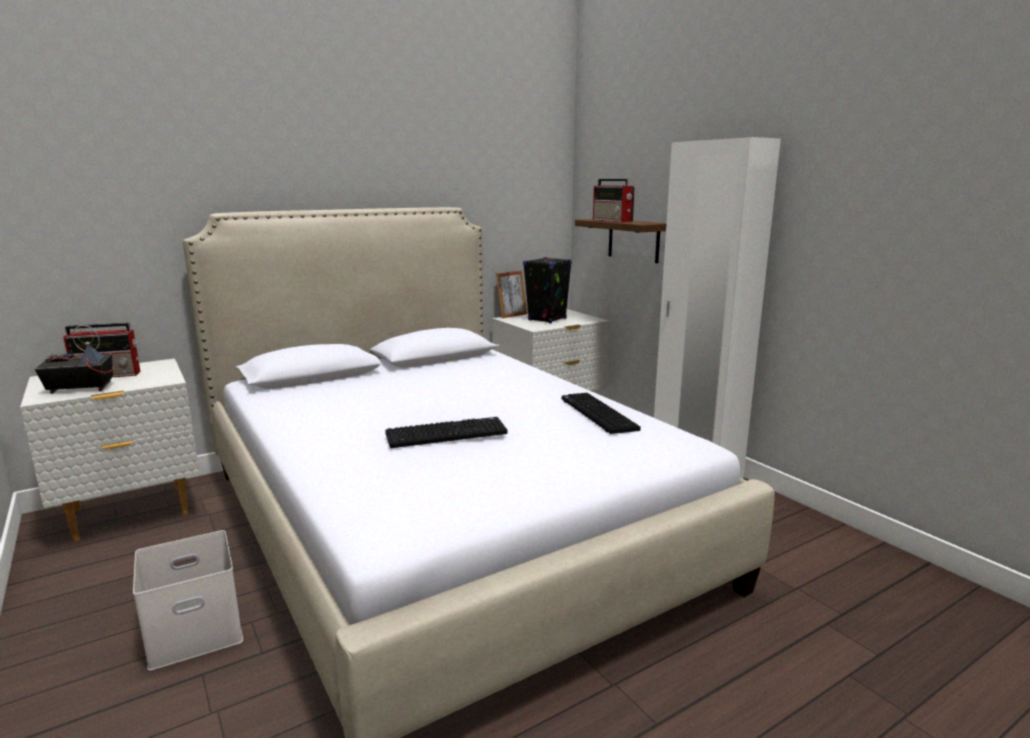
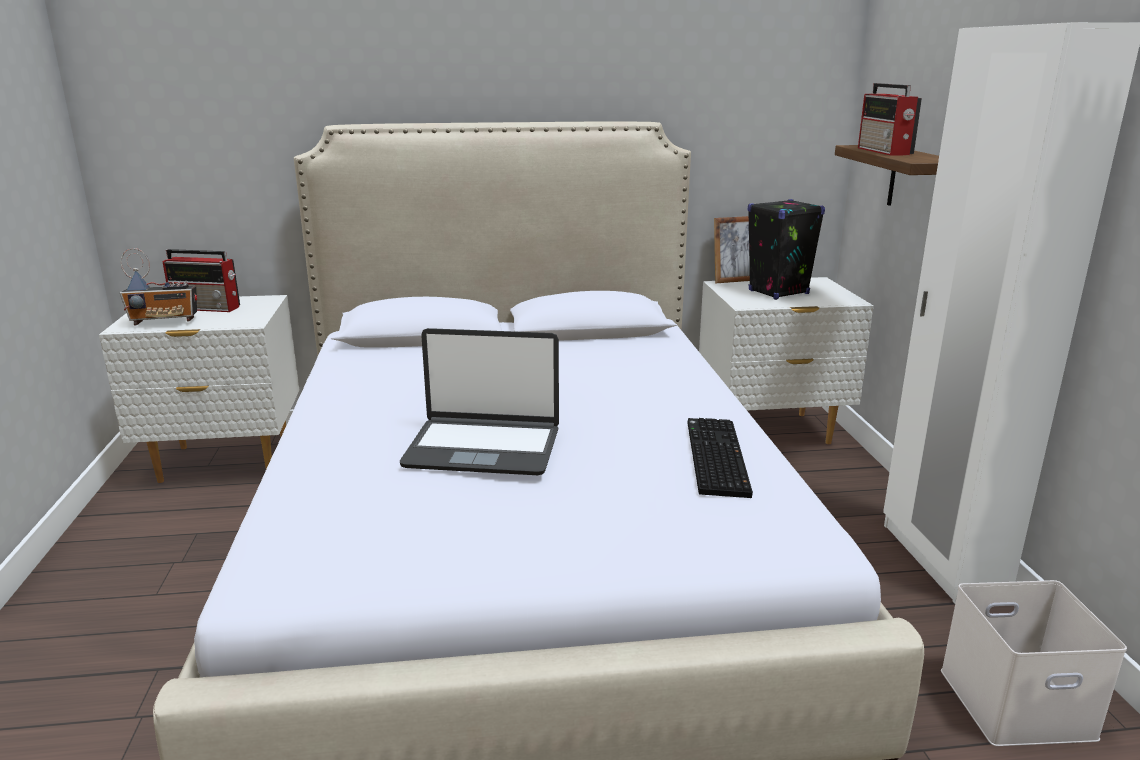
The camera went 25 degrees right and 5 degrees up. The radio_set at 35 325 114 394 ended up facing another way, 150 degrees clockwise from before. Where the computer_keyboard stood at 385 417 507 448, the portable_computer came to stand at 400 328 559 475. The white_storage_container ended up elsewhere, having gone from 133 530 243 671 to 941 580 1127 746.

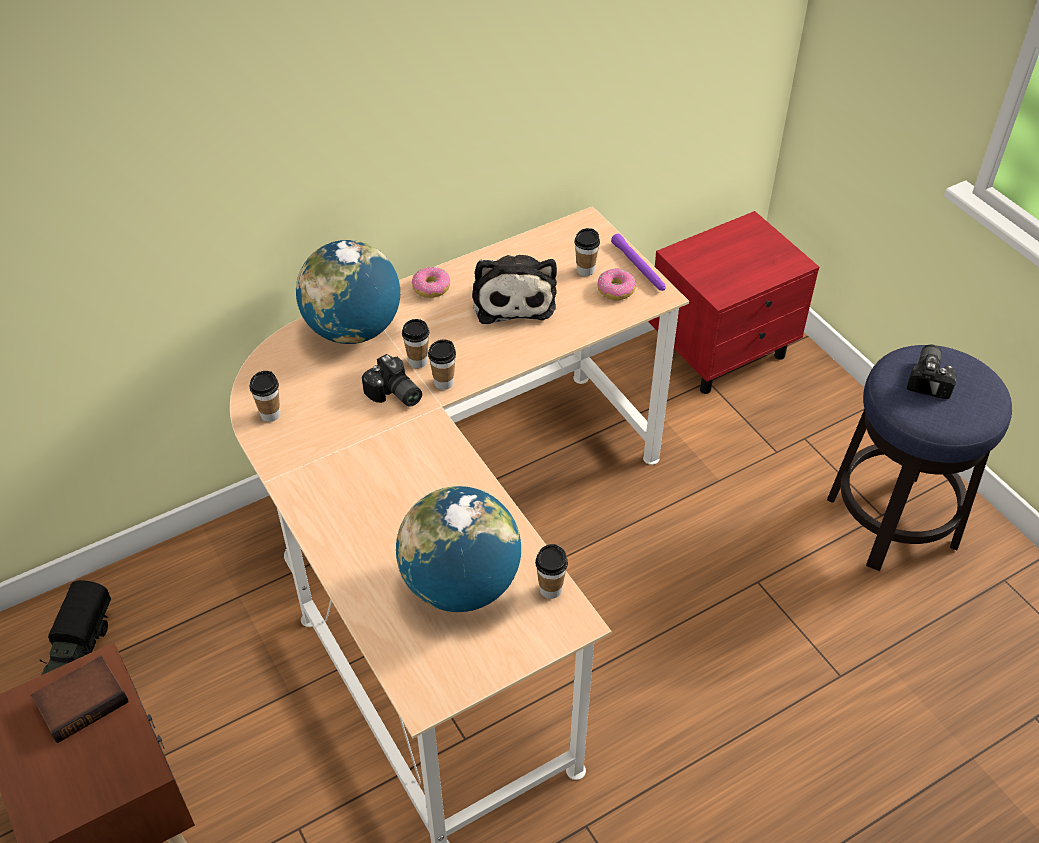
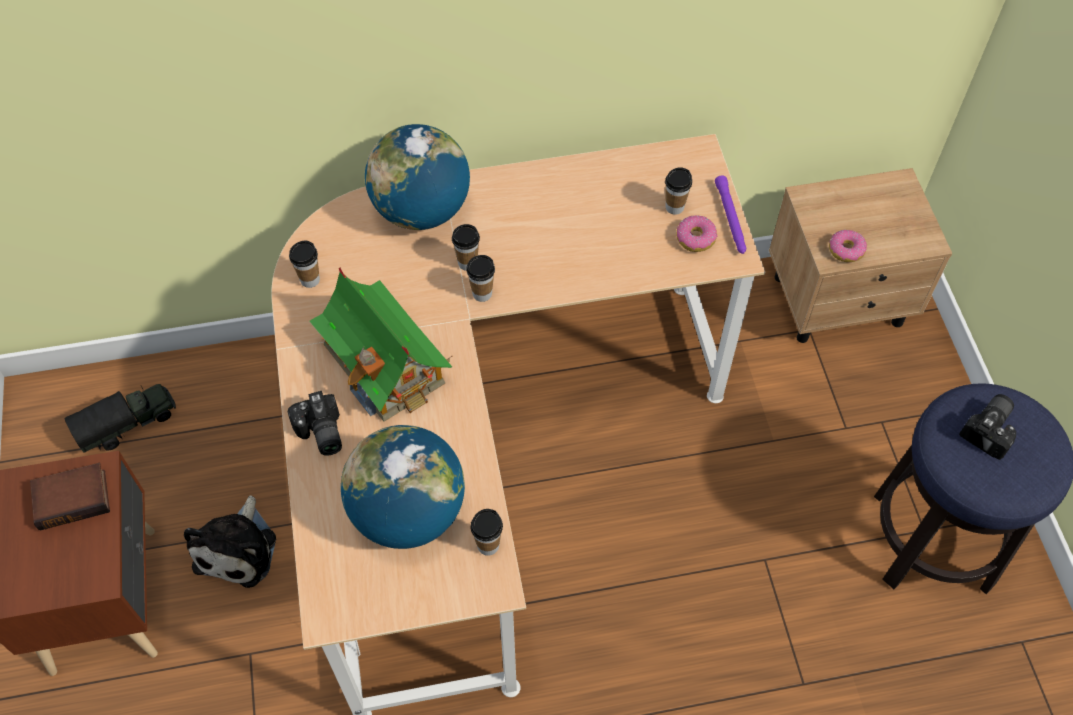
The camera went 20 degrees right and 10 degrees up. The model_truck at 40 580 111 675 ended up facing another way, 150 degrees counterclockwise from before. The cuddly_toy ended up elsewhere, having gone from 472 255 557 324 to 184 495 276 588. The still_camera ended up elsewhere, having gone from 362 354 422 407 to 288 391 342 456. The second view gained the miniature_house at 309 268 452 422. What was the red-coloured_bedside_table at 649 211 819 394 turned into the beige_bedside_table at 769 168 952 343. The doughnut ended up elsewhere, having gone from 412 267 450 298 to 829 230 867 262.

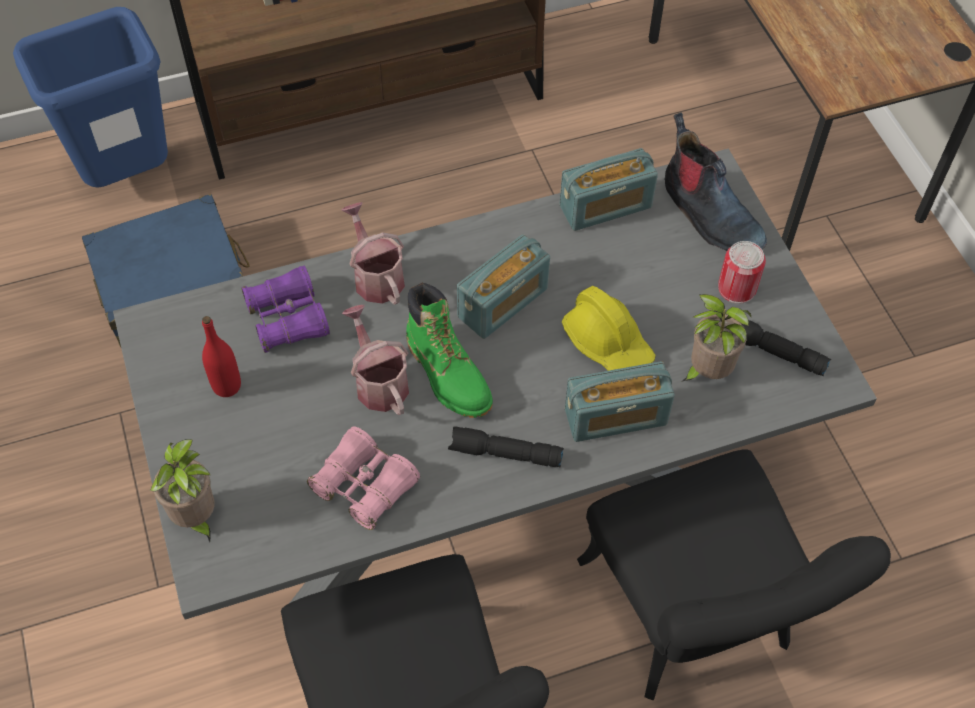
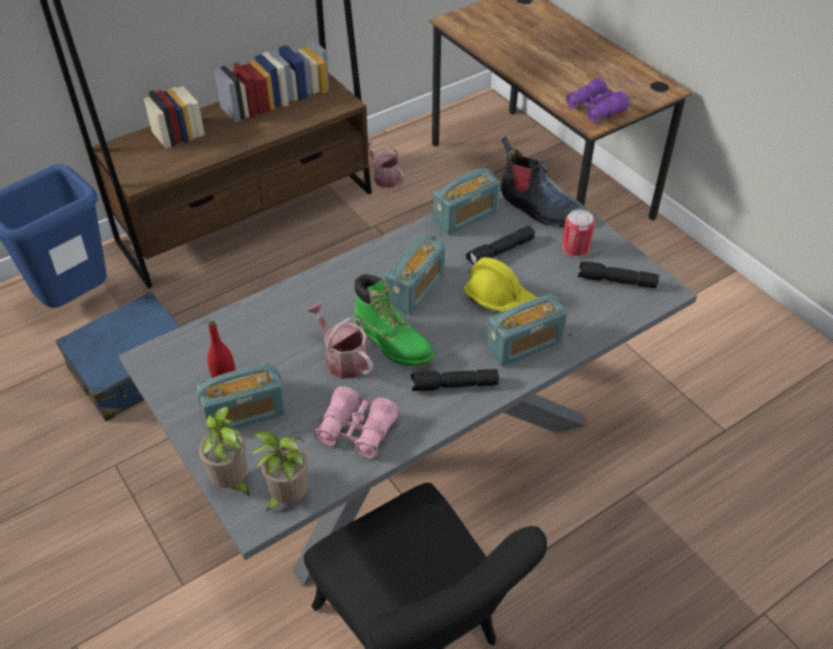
The camera went 15 degrees left and 10 degrees down. The second view gained the radio_set at 196 362 286 433. The plant_in_a_pot ended up elsewhere, having gone from 681 294 752 382 to 248 431 308 511. The sprinkling_can ended up elsewhere, having gone from 341 202 405 305 to 368 141 404 188. The second view gained the black_hand_torch at 466 226 535 265. The purple_pair_of_binoculars ended up elsewhere, having gone from 241 266 330 353 to 566 78 629 123. The second view lost the black_plain_chair at 577 449 891 700.

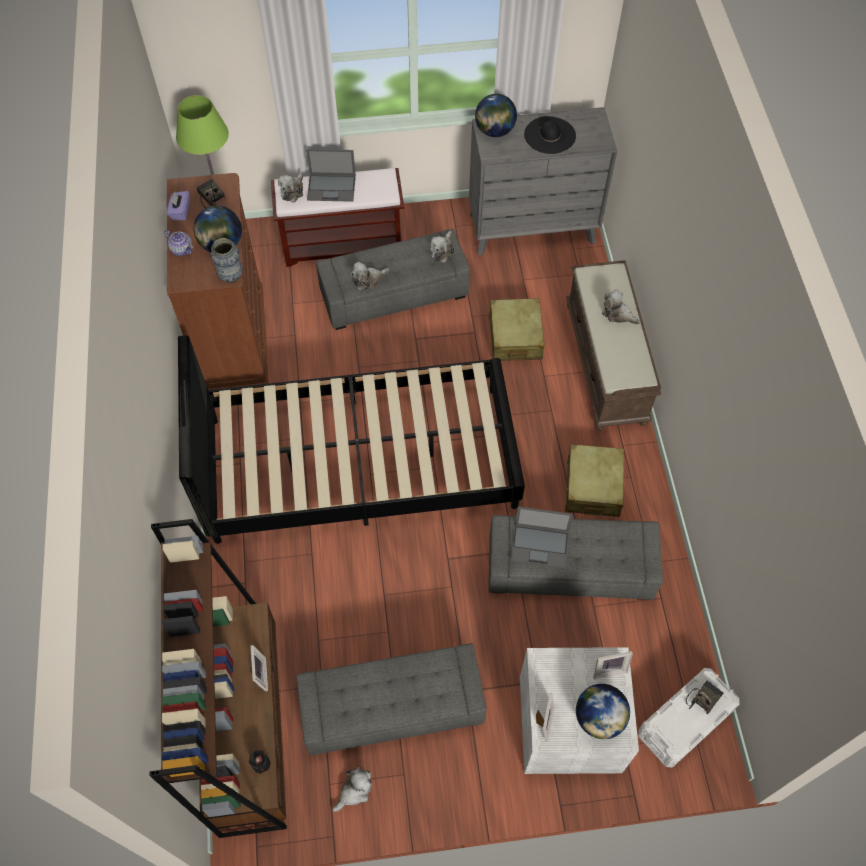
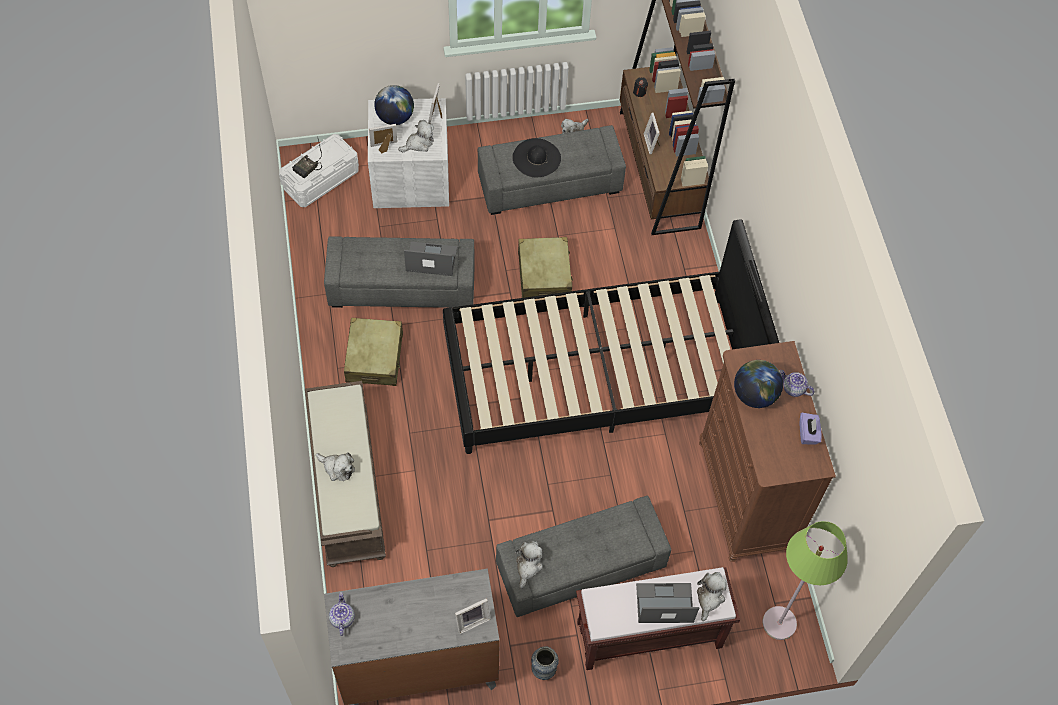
The camera went 175 degrees right and 0 degrees up. The second view gained the teapot at 329 592 355 636. The cuddly_toy ended up elsewhere, having gone from 351 262 390 291 to 398 120 434 152. Where the desk_globe stood at 475 94 517 137, the standing_frame came to stand at 455 598 490 634. The black_wearable_hat ended up elsewhere, having gone from 524 116 576 154 to 512 138 561 177. The beige_suitcase ended up elsewhere, having gone from 488 298 545 361 to 518 237 573 298. The vase ended up elsewhere, having gone from 211 238 243 283 to 531 646 559 680. The second view lost the radio_set at 196 179 226 208.

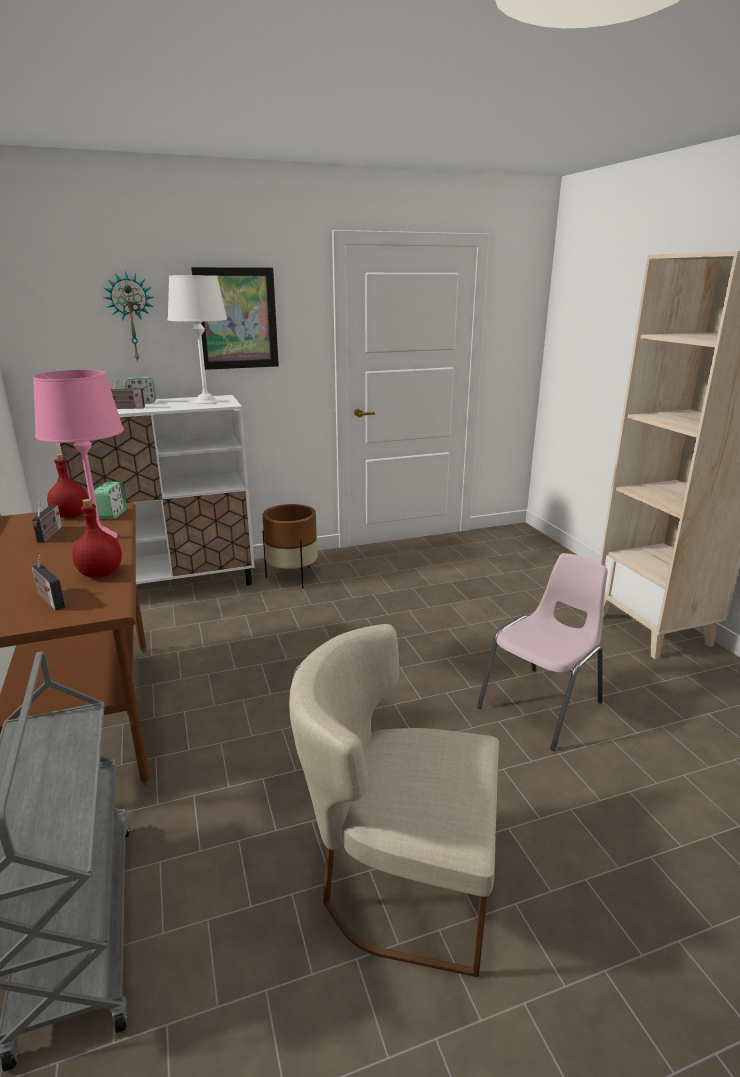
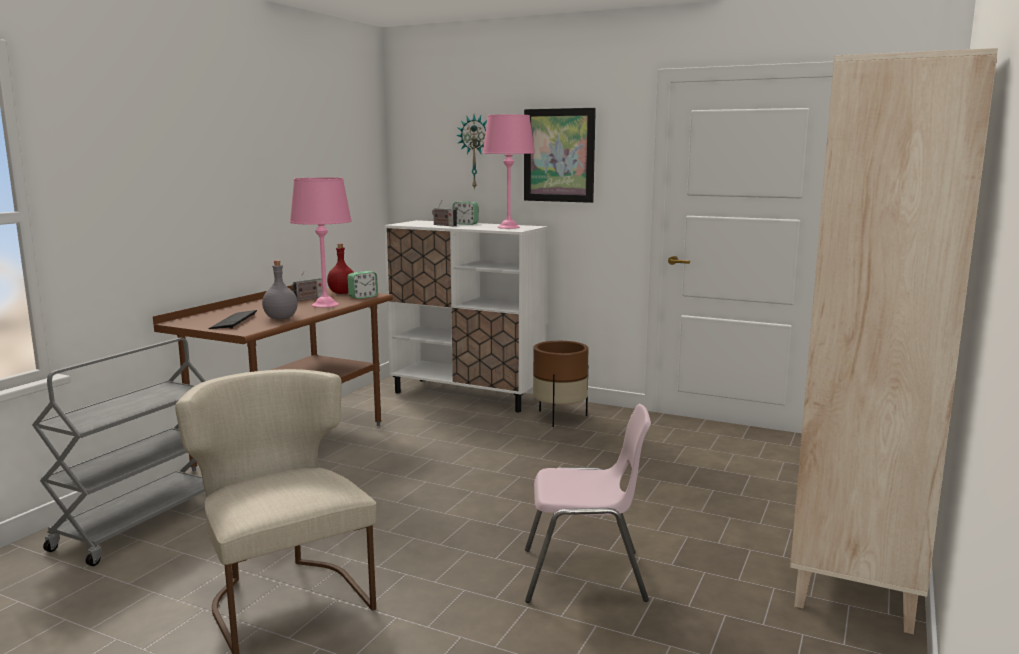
The camera went 45 degrees right and 10 degrees down. Where the radio_set stood at 32 555 65 611, the computer_keyboard came to stand at 208 310 257 329. What was the red-coloured_beverage_bottle at 72 499 122 578 turned into the gray_beverage_bottle at 262 260 298 319. What was the white_tabletop_lamp at 168 275 227 404 turned into the pink-coloured_tabletop_lamp at 483 114 535 229.

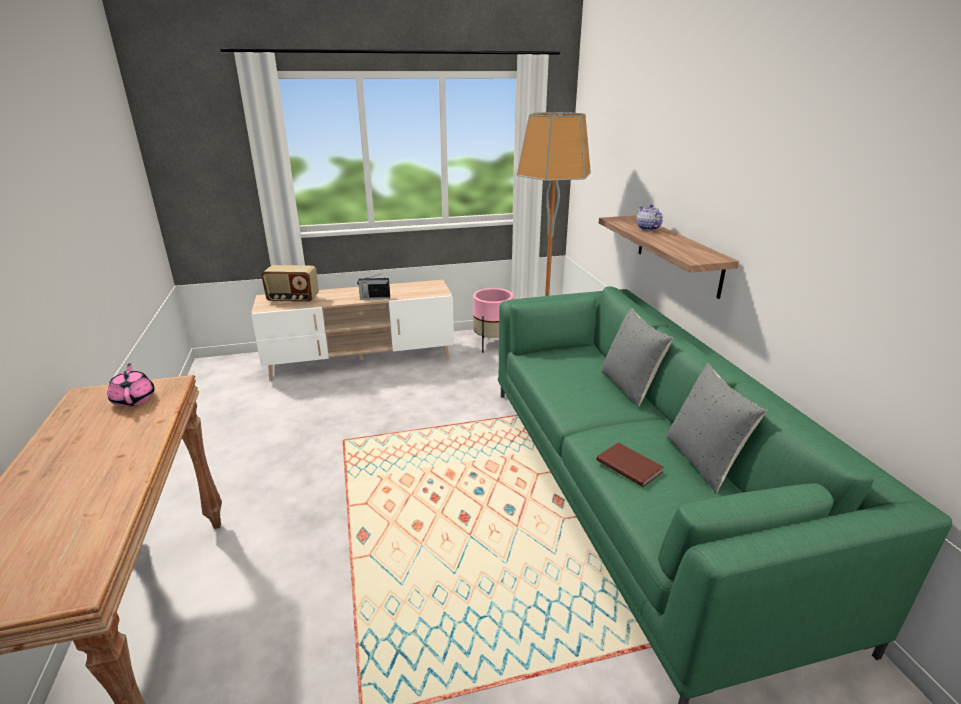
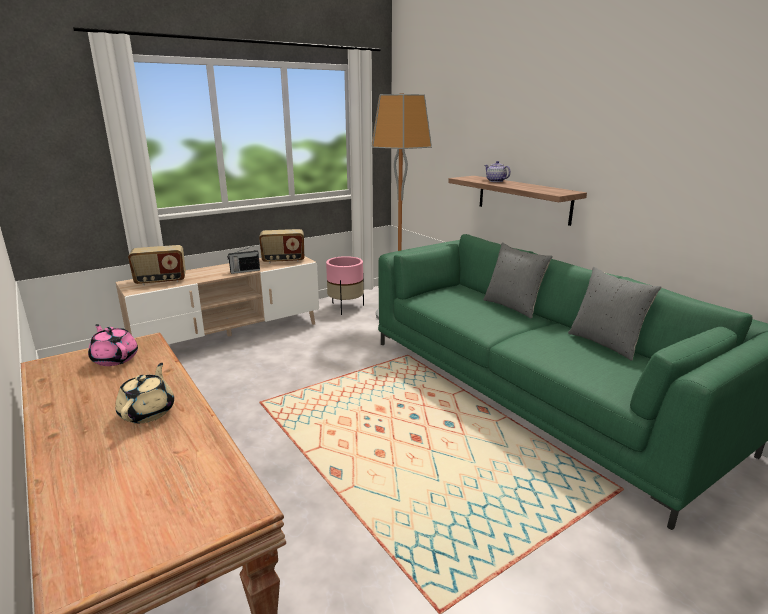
The camera went 20 degrees left and 5 degrees down. The second view gained the beige_teapot at 115 363 174 423. The second view gained the radio_set at 259 229 304 263. The second view lost the brownish_volume at 596 443 664 487.

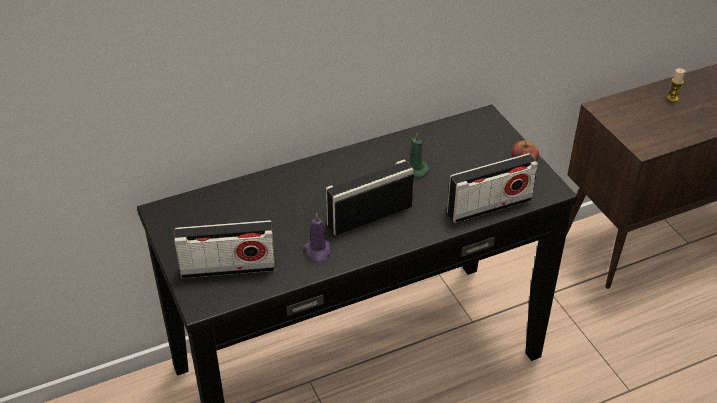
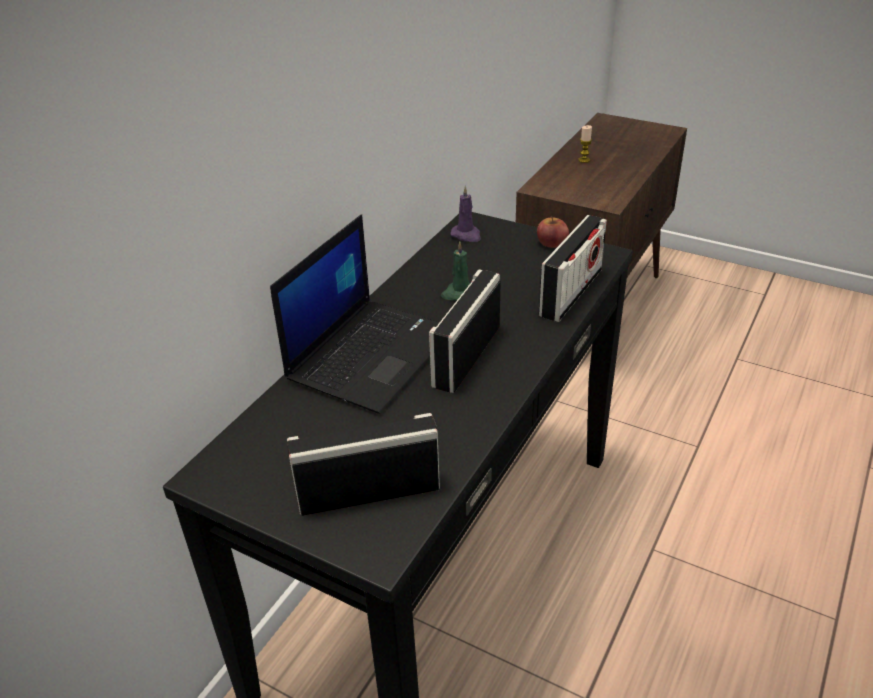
The camera went 35 degrees left and 5 degrees down. The second view gained the portable_computer at 270 214 440 414. The radio_set at 174 220 276 279 ended up facing another way, 150 degrees counterclockwise from before. The purple_wax_candle ended up elsewhere, having gone from 304 213 331 264 to 450 186 481 242.

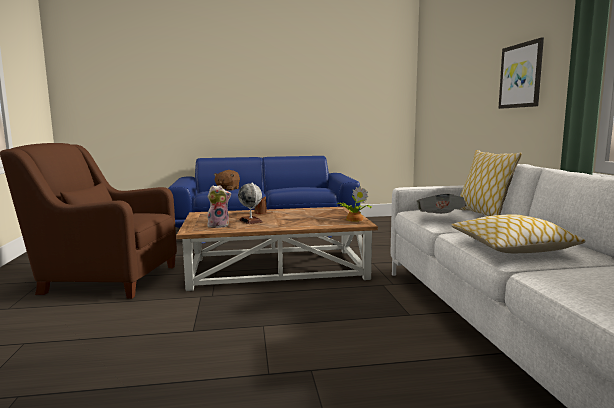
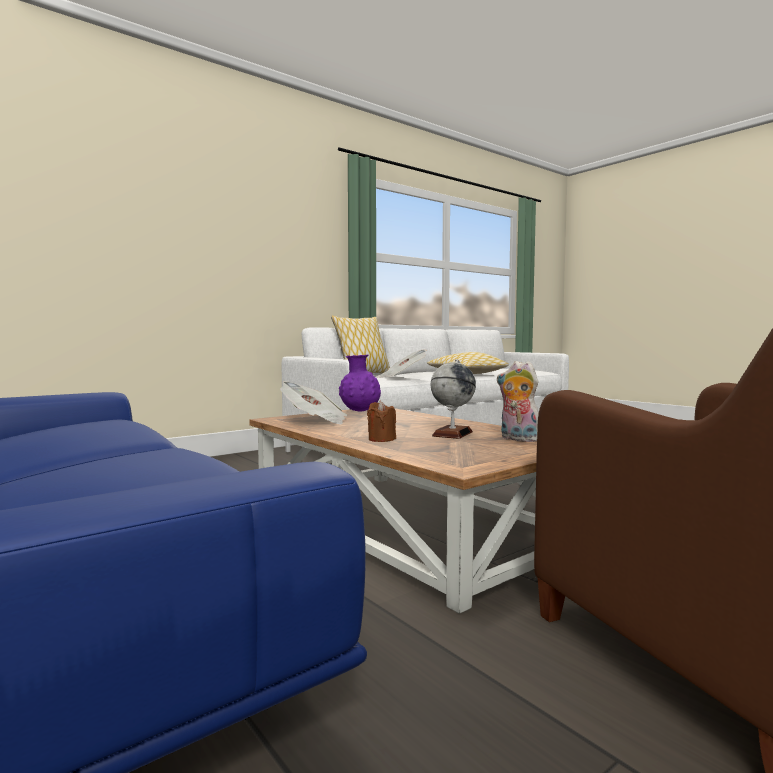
The camera went 120 degrees left and 5 degrees down. The second view gained the daily_paper at 280 381 347 425. Where the plant_in_a_pot stood at 337 186 372 222, the purple_vase came to stand at 339 355 381 412. The second view lost the brownish_cuddly_toy at 213 170 240 191. The second view lost the wall_art at 498 37 544 109.

